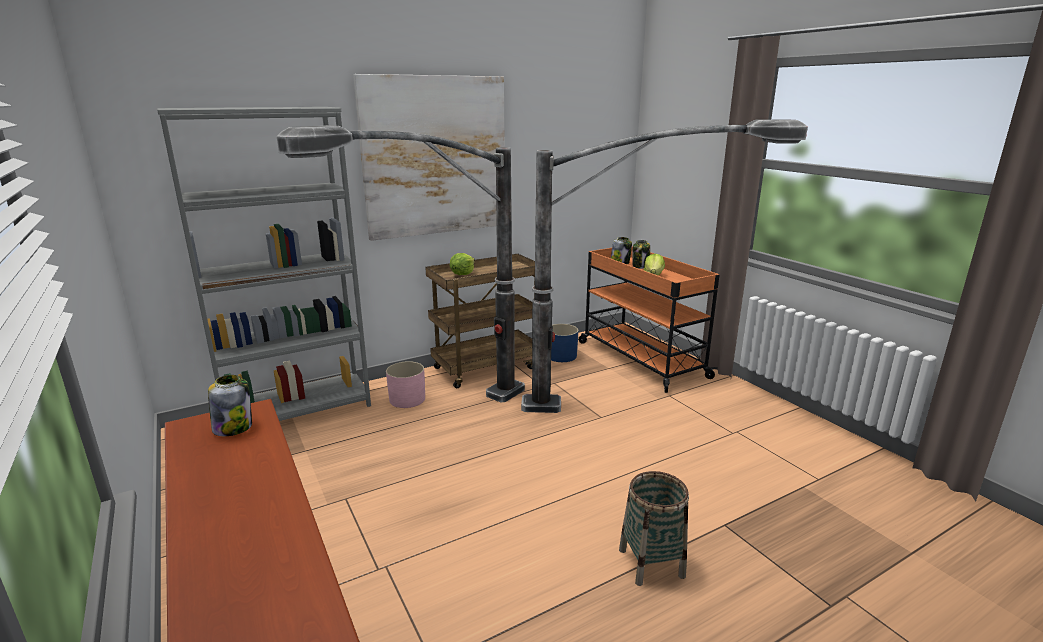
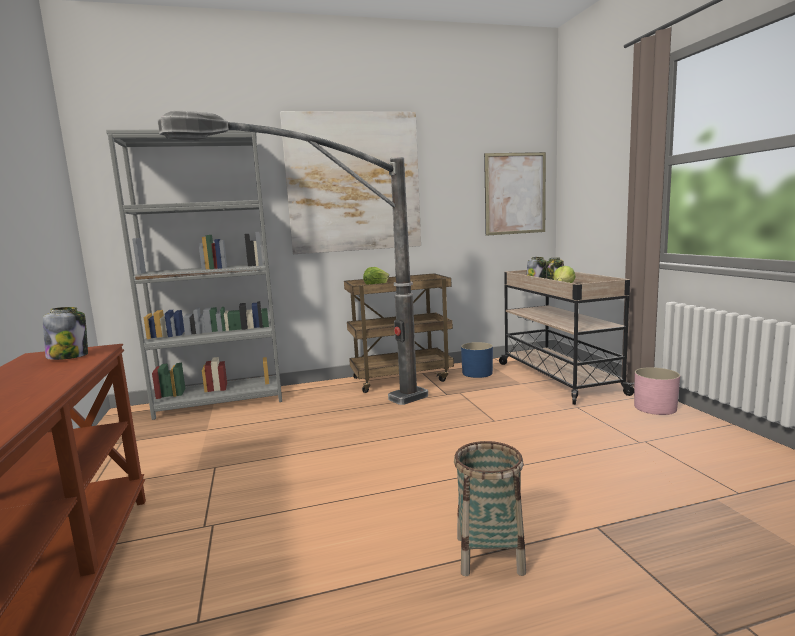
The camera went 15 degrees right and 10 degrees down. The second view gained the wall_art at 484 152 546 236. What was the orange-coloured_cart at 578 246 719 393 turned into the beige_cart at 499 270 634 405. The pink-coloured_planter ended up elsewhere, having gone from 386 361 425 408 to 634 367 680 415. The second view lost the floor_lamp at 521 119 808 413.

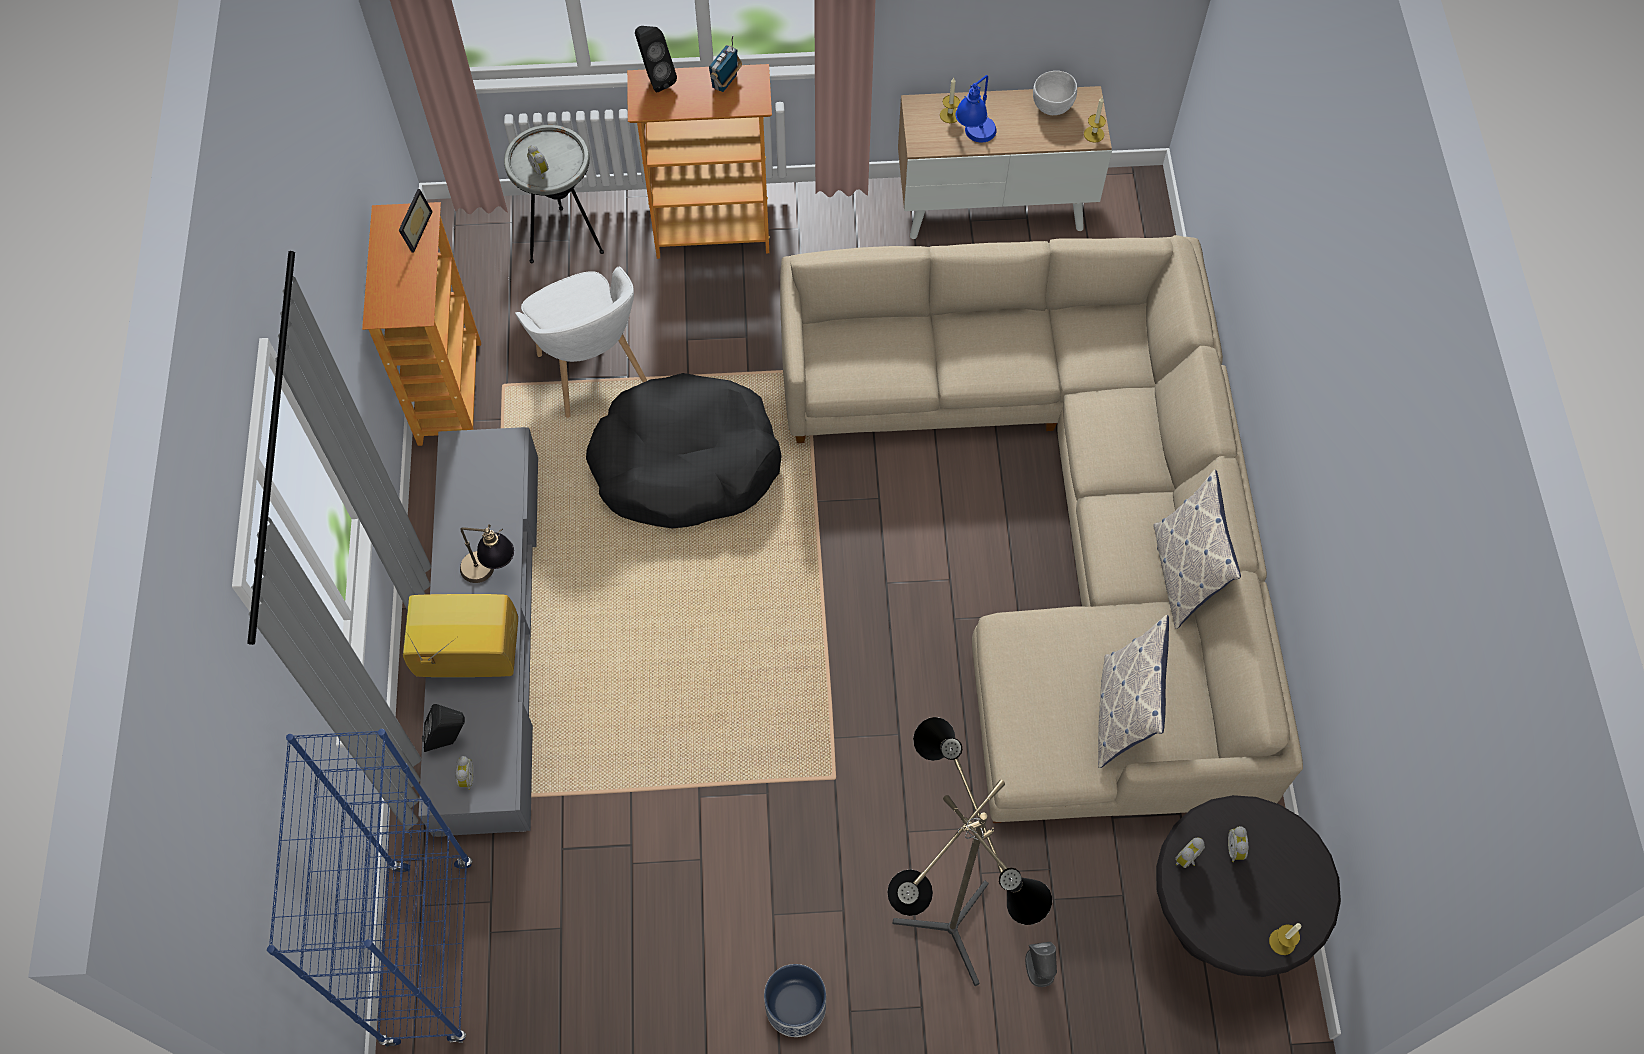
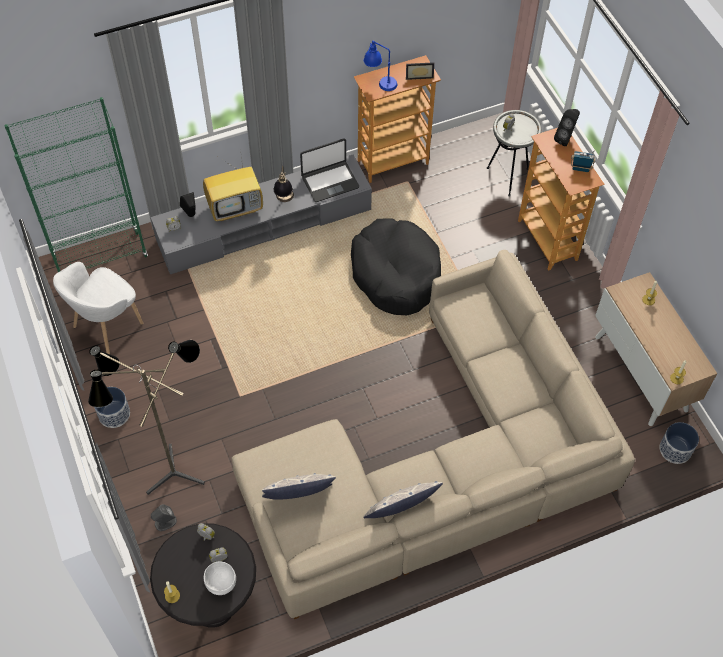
The camera went 70 degrees right and 5 degrees down. What was the blue-coloured_shelving_unit at 267 729 473 1047 turned into the green_shelving_unit at 4 97 148 272. The white_easy_chair ended up elsewhere, having gone from 515 267 647 418 to 53 262 143 354. The TV_set at 403 594 518 677 ended up facing another way, 90 degrees clockwise from before. The white_deep_dish ended up elsewhere, having gone from 1033 71 1077 115 to 204 561 236 595. The second view gained the portable_computer at 300 138 359 202. The blue-coloured_tabletop_lamp ended up elsewhere, having gone from 956 75 996 143 to 364 41 398 91. The second view gained the planter at 660 422 699 464.

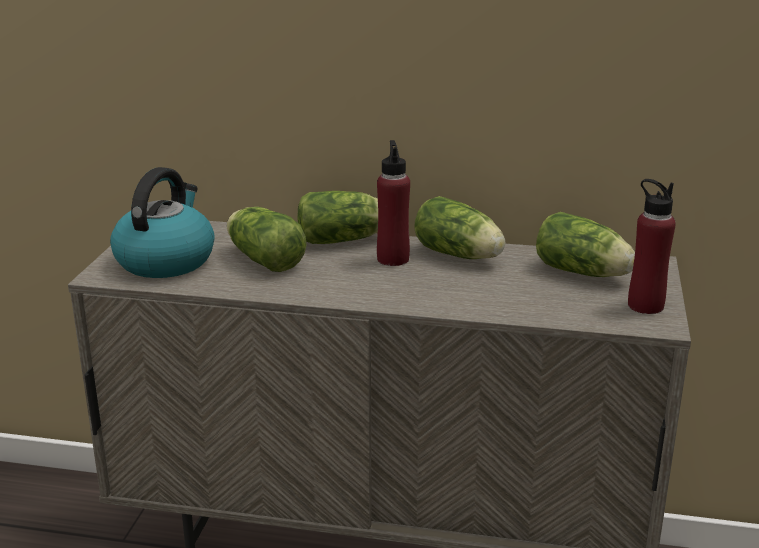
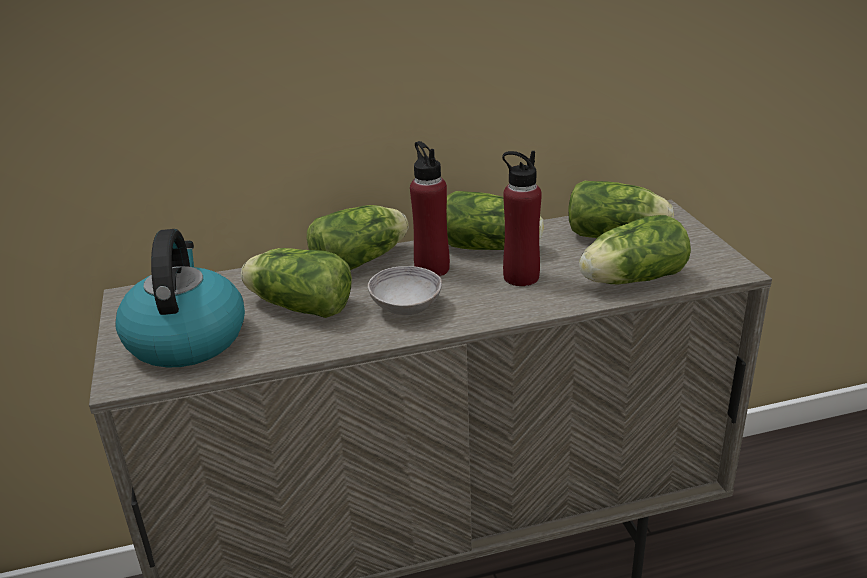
The camera went 25 degrees left and 5 degrees up. The second view gained the gray_deep_dish at 368 266 442 315. The red-coloured_beverage_bottle ended up elsewhere, having gone from 628 179 676 314 to 502 151 542 286. The second view gained the lettuce at 579 215 691 284.

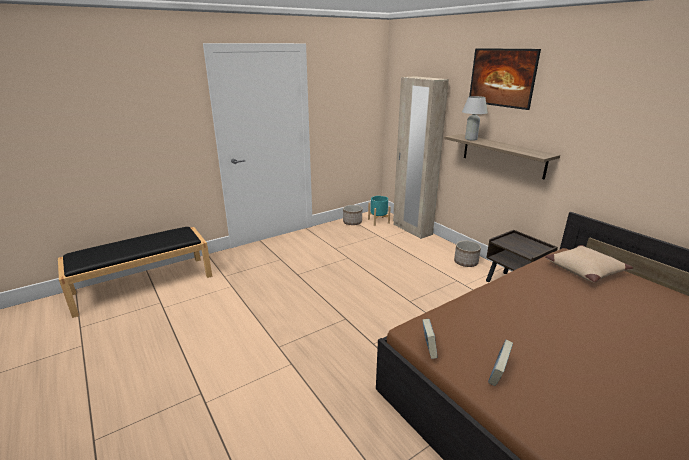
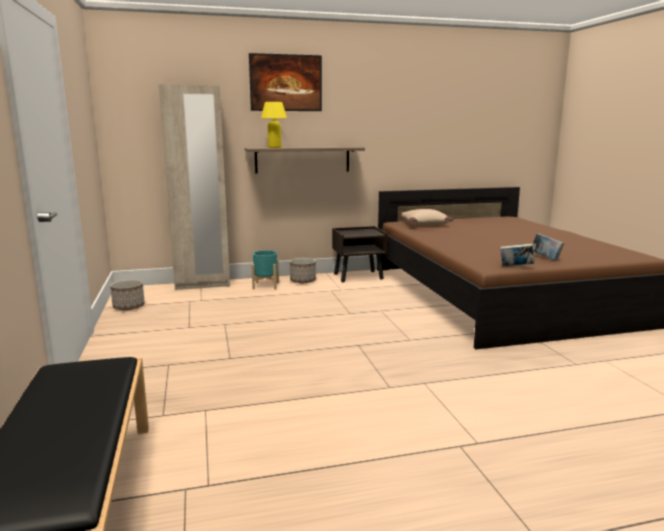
The camera went 70 degrees left and 10 degrees down. The blue-green_planter ended up elsewhere, having gone from 368 196 391 226 to 251 250 279 290. What was the white_tabletop_lamp at 462 96 488 141 turned into the yellow_tabletop_lamp at 261 102 287 148.

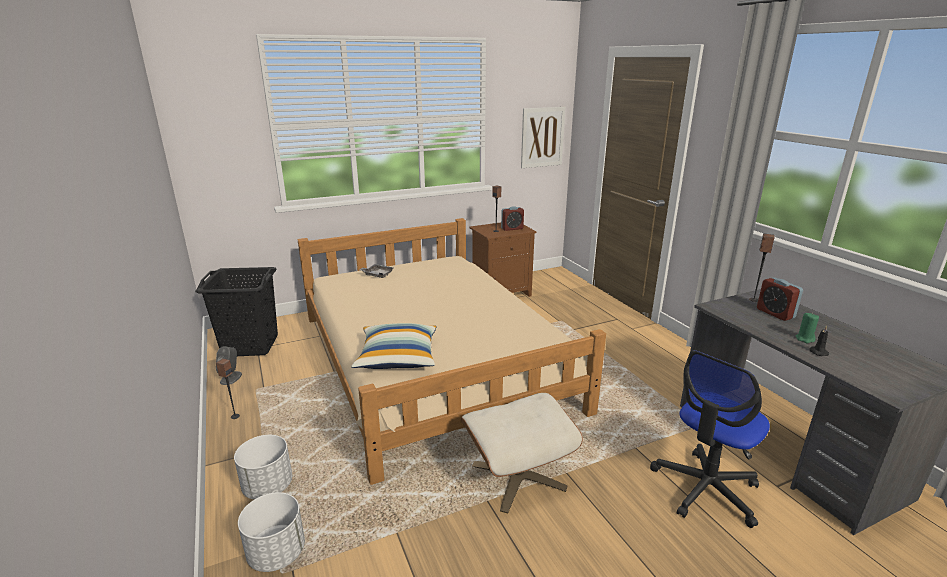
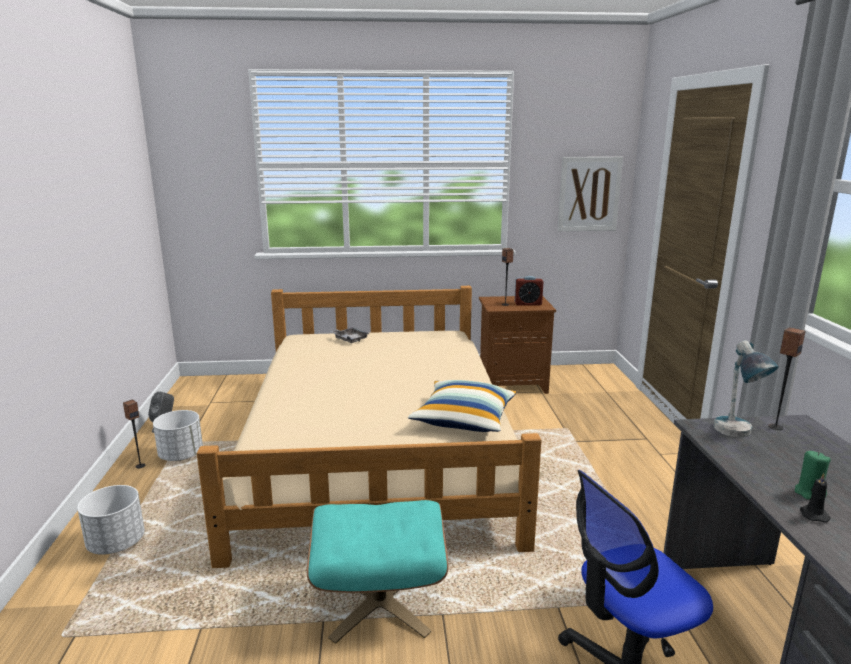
The camera went 20 degrees right and 5 degrees down. The white_planter ended up elsewhere, having gone from 238 492 305 572 to 153 410 203 461. What was the beige_ottoman at 461 393 583 514 turned into the blue-green_ottoman at 307 500 449 644. The throw_pillow ended up elsewhere, having gone from 351 323 436 369 to 408 380 516 432. The second view gained the tabletop_lamp at 714 340 779 437. The second view lost the black_washing_basket at 195 267 278 356. The second view lost the table_clock at 757 277 803 321.

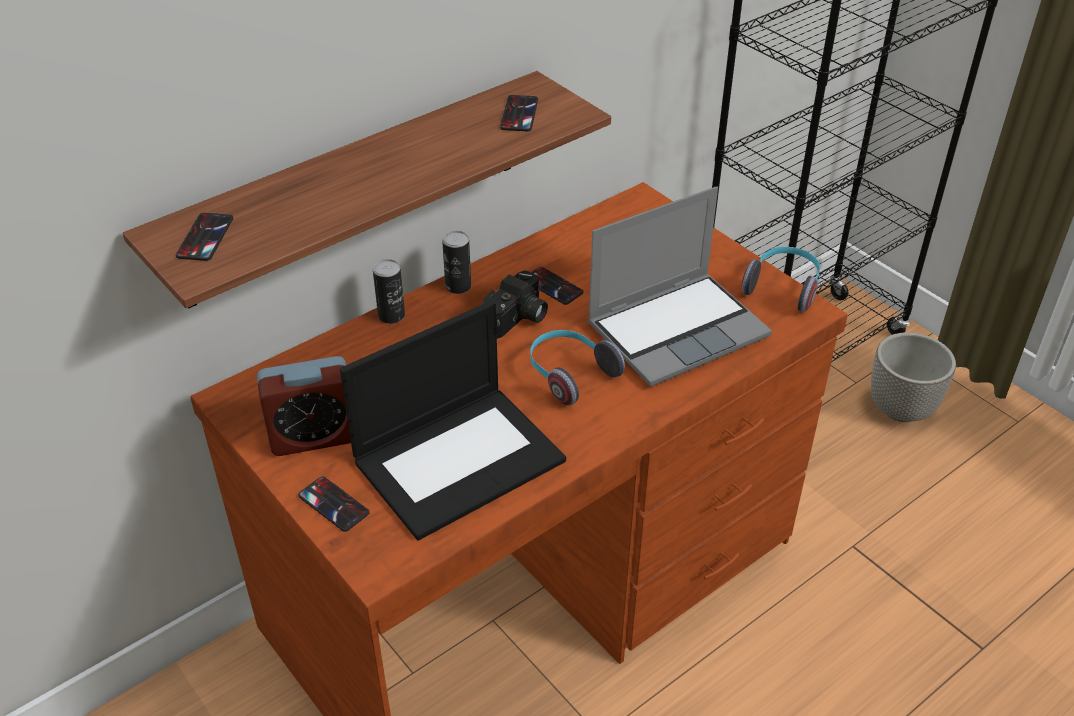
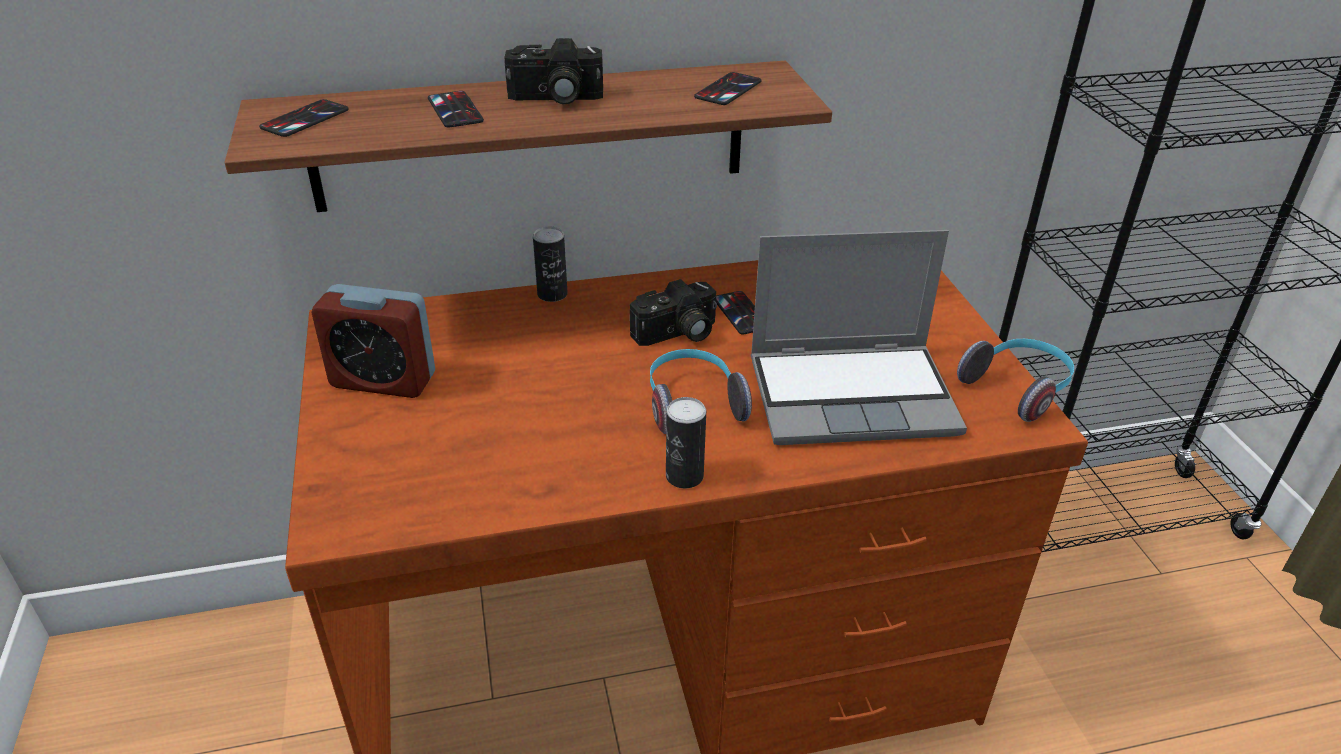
The camera went 25 degrees right and 5 degrees down. The handset ended up elsewhere, having gone from 298 477 369 532 to 428 91 484 128. The second view gained the still_camera at 504 38 603 104. The can ended up elsewhere, having gone from 442 231 471 294 to 666 397 706 488. The second view lost the portable_computer at 340 301 566 541. The second view lost the planter at 871 332 956 422.

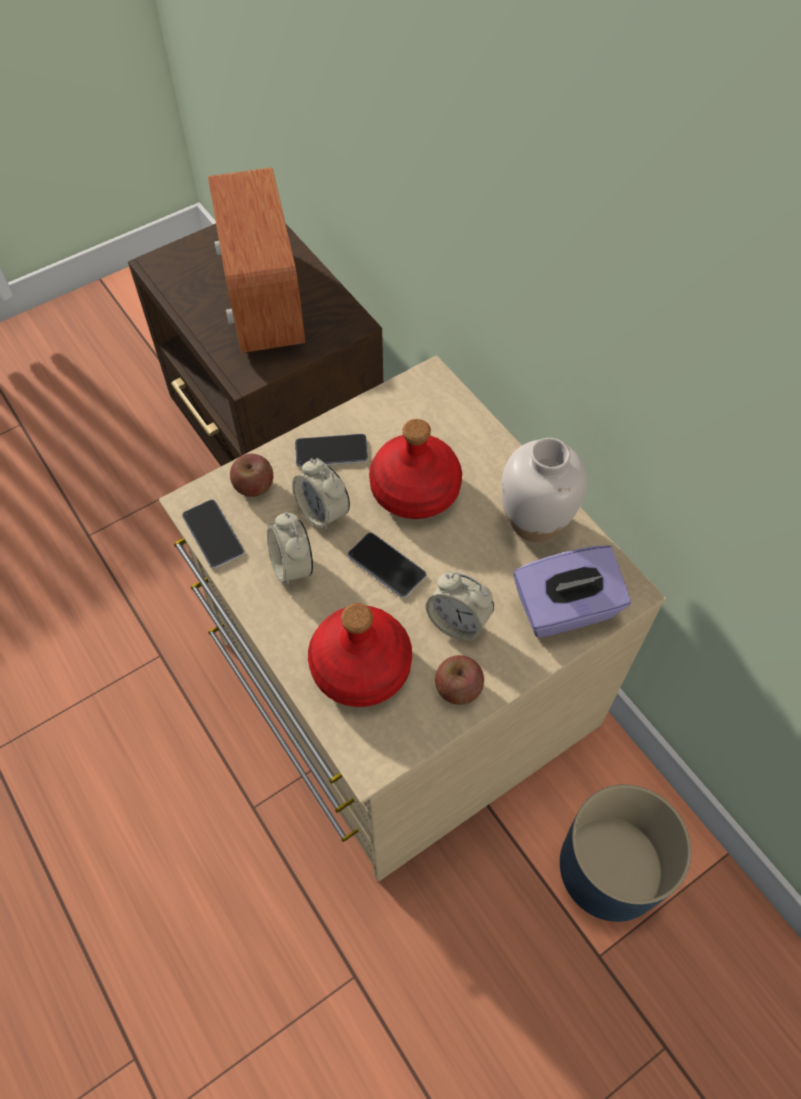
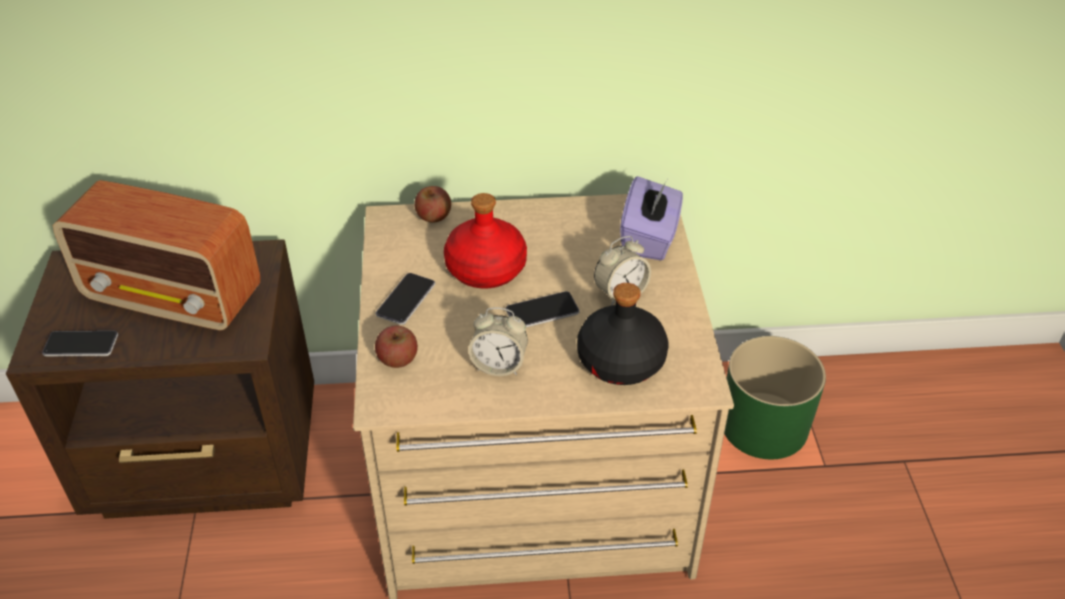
The camera went 60 degrees left and 15 degrees down. The handset ended up elsewhere, having gone from 182 500 244 568 to 42 331 118 356. The apple ended up elsewhere, having gone from 435 655 484 705 to 414 186 451 223. What was the red-coloured_beverage_bottle at 308 603 412 707 turned into the black_beverage_bottle at 577 283 668 385. What was the blue-coloured_planter at 560 784 691 922 turned into the green_planter at 724 336 826 459. The second view lost the table_clock at 292 458 350 531. The second view lost the white_vase at 501 438 587 542.

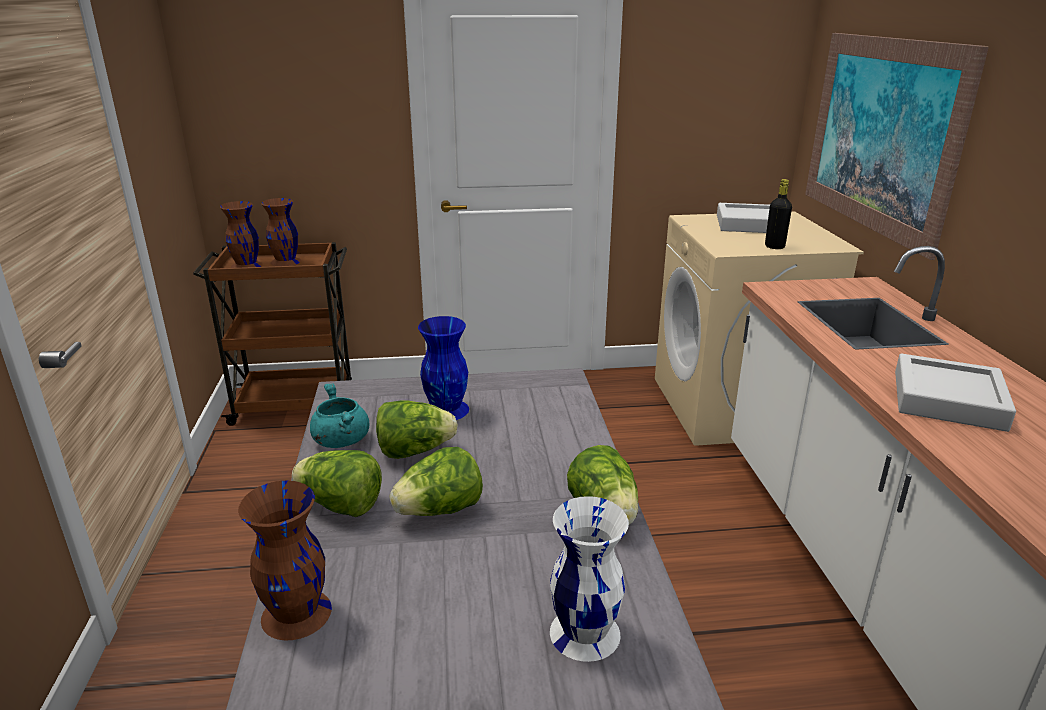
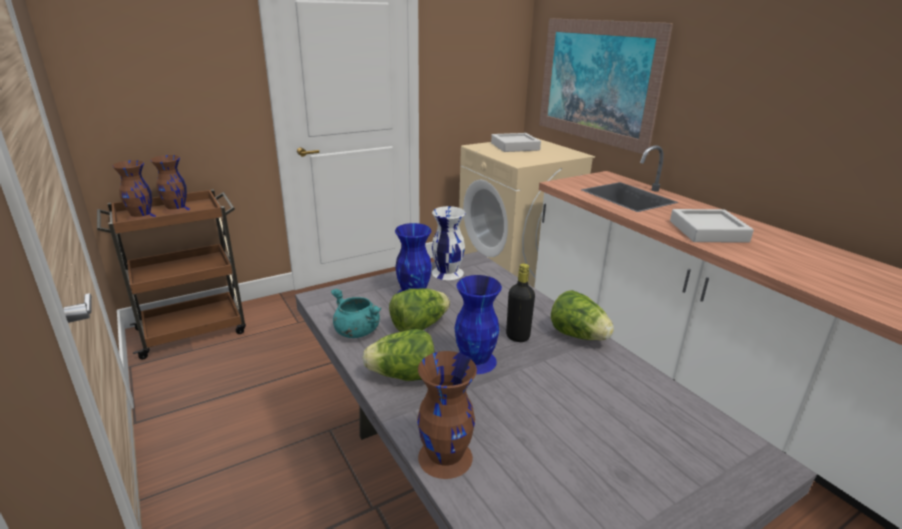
The camera went 25 degrees left and 0 degrees up. The white_vase ended up elsewhere, having gone from 550 496 629 662 to 432 206 466 280. Where the lettuce stood at 390 447 483 516, the blue-coloured_vase came to stand at 455 275 502 374. The black_beverage_bottle ended up elsewhere, having gone from 765 179 792 249 to 506 263 535 342.

